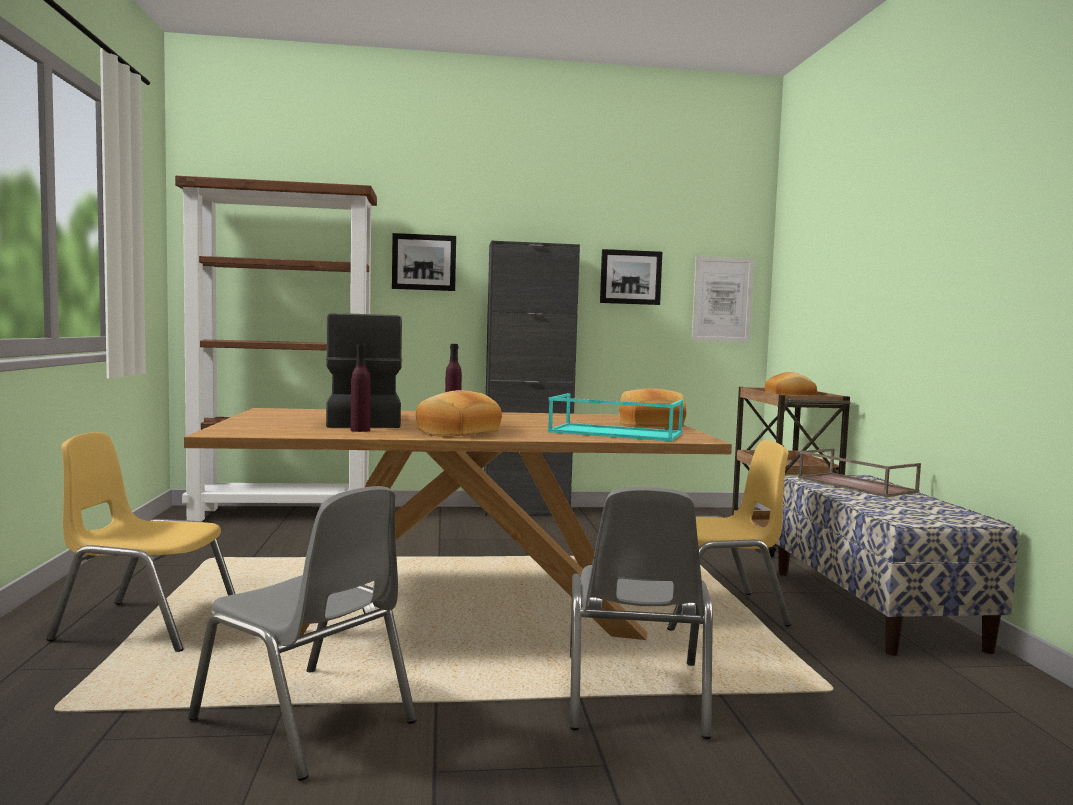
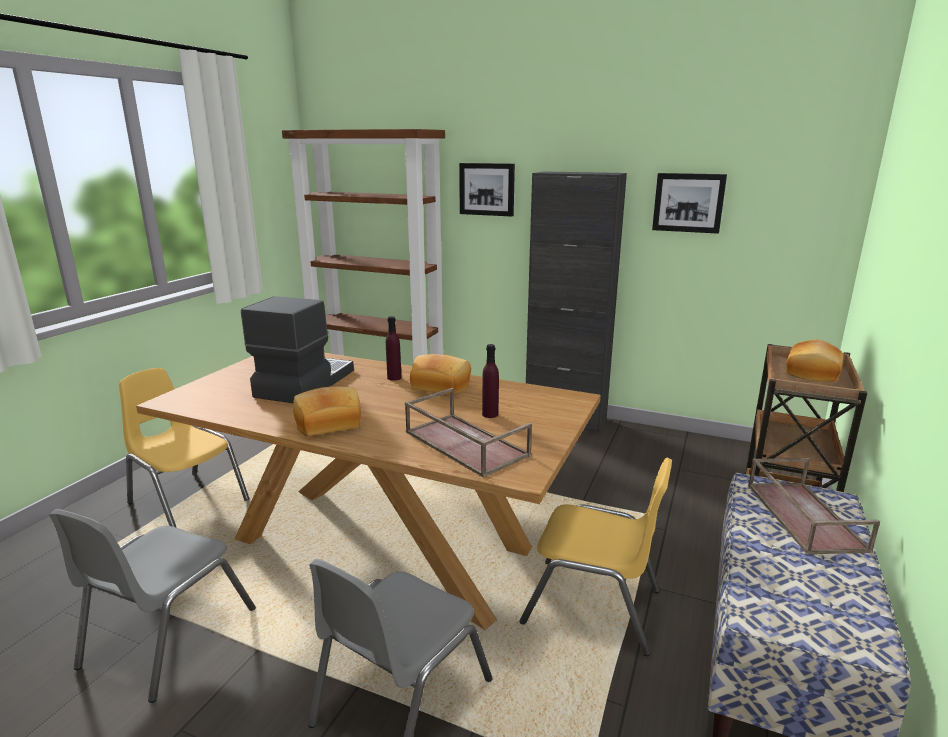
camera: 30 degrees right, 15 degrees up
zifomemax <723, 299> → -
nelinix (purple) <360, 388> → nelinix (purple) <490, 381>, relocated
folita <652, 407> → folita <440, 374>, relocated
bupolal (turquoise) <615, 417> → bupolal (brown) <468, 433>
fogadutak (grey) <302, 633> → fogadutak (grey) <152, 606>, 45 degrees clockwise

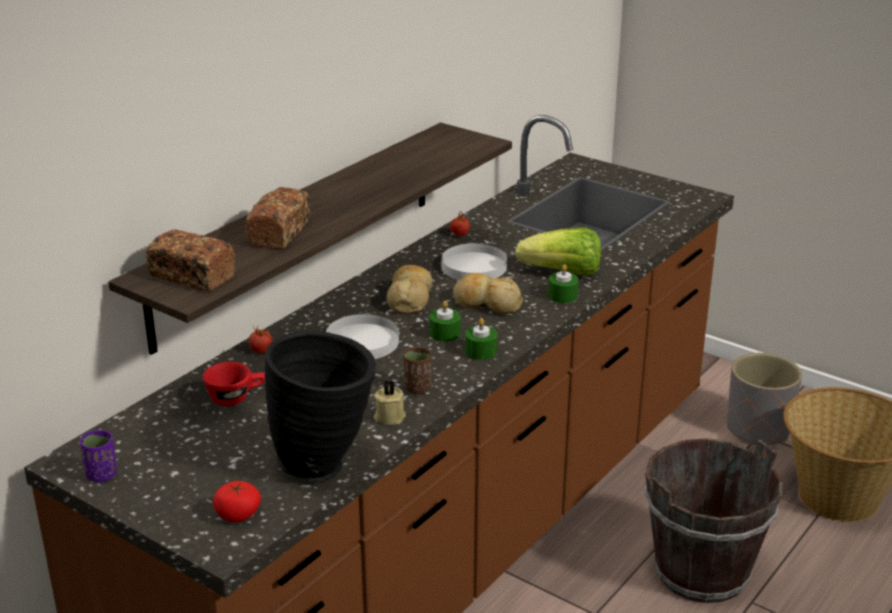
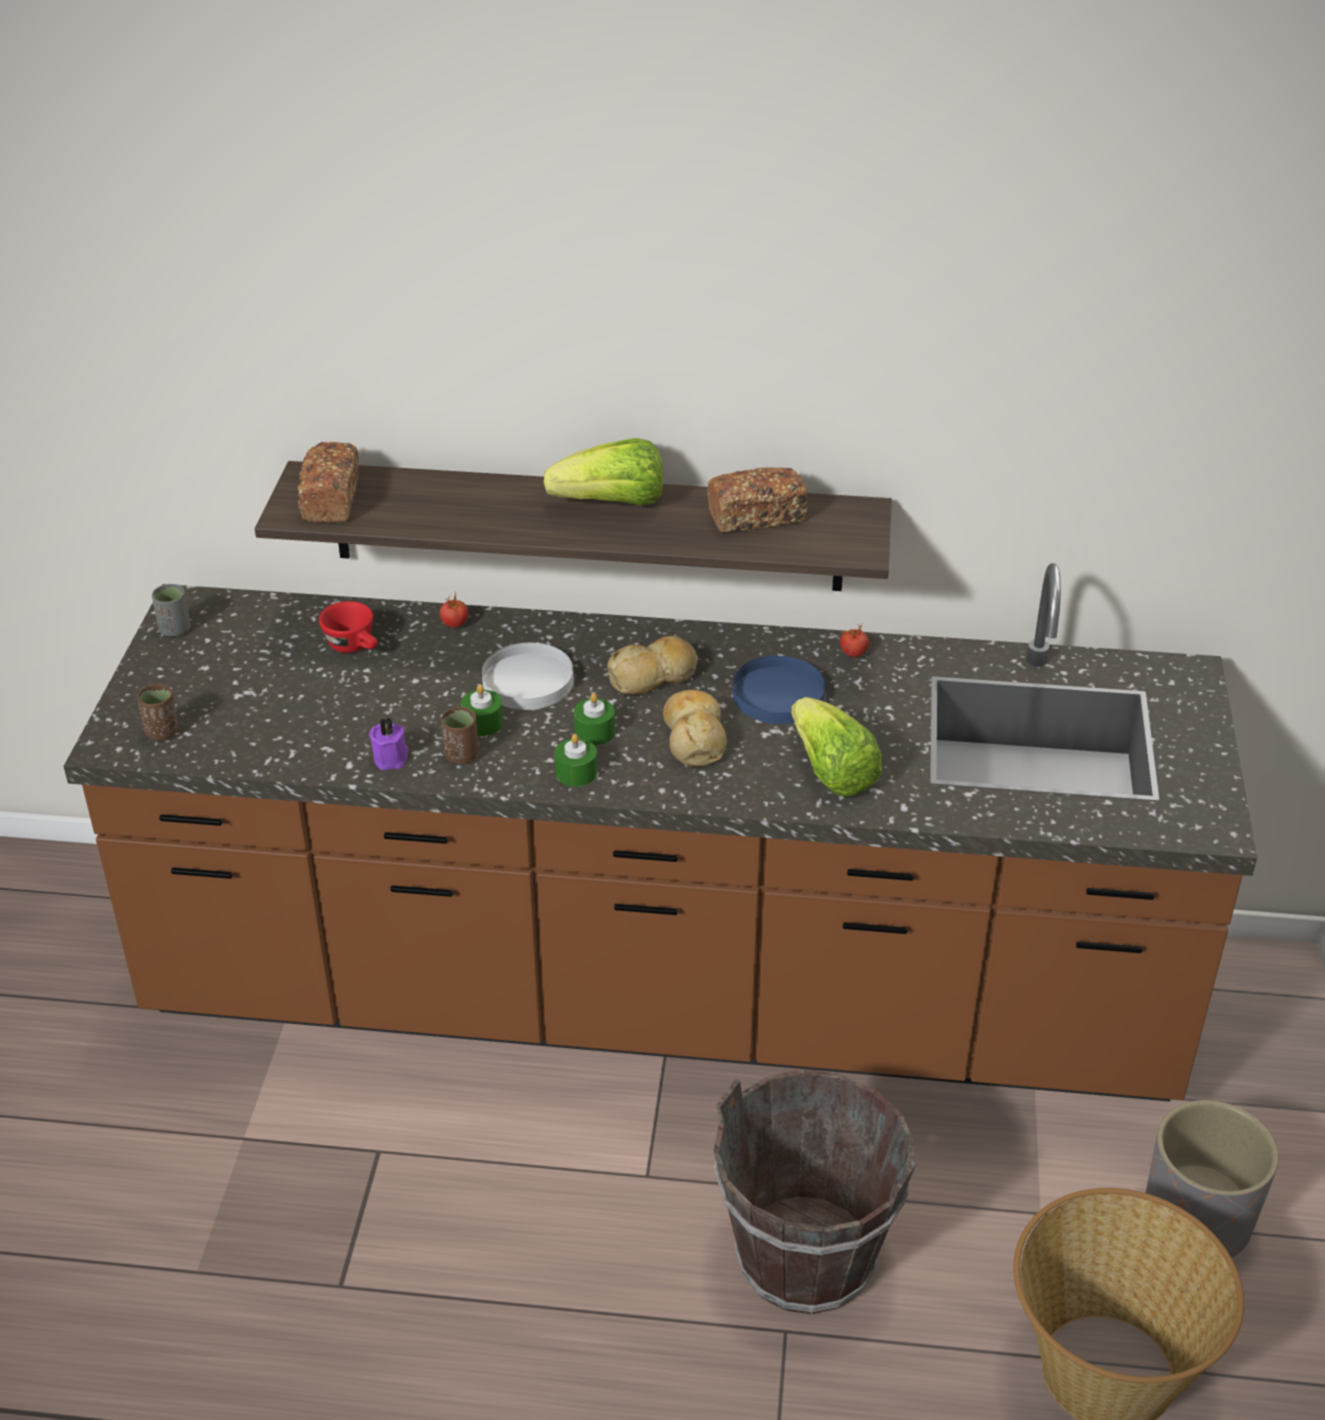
camera: 60 degrees right, 10 degrees up
folita <277, 218> → folita <757, 500>, relocated
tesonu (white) <474, 261> → tesonu (blue) <779, 690>
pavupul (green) <563, 283> → pavupul (green) <482, 710>, relocated
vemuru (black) <320, 405> → -
pavupul (beige) <390, 402> → pavupul (purple) <389, 743>
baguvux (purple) <98, 456> → baguvux (grey) <171, 610>
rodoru <237, 501> → baguvux (brown) <157, 712>
- → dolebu <603, 472>

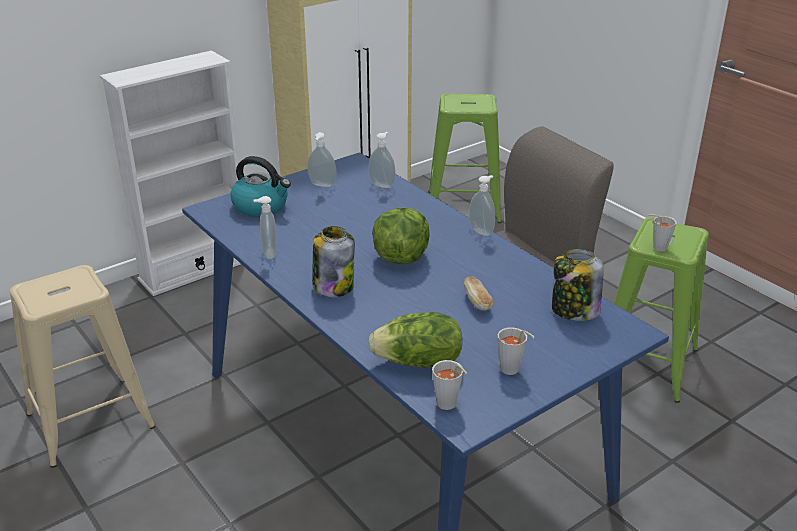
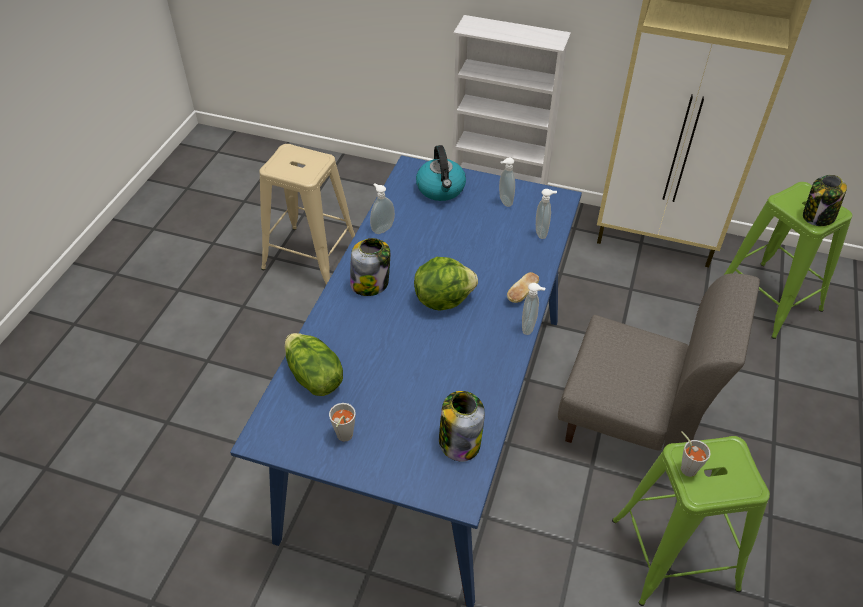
camera: 55 degrees right, 15 degrees up
folita <478, 293> → folita <523, 287>, relocated
baguvux (grey) <449, 385> → -
- → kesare <825, 200>

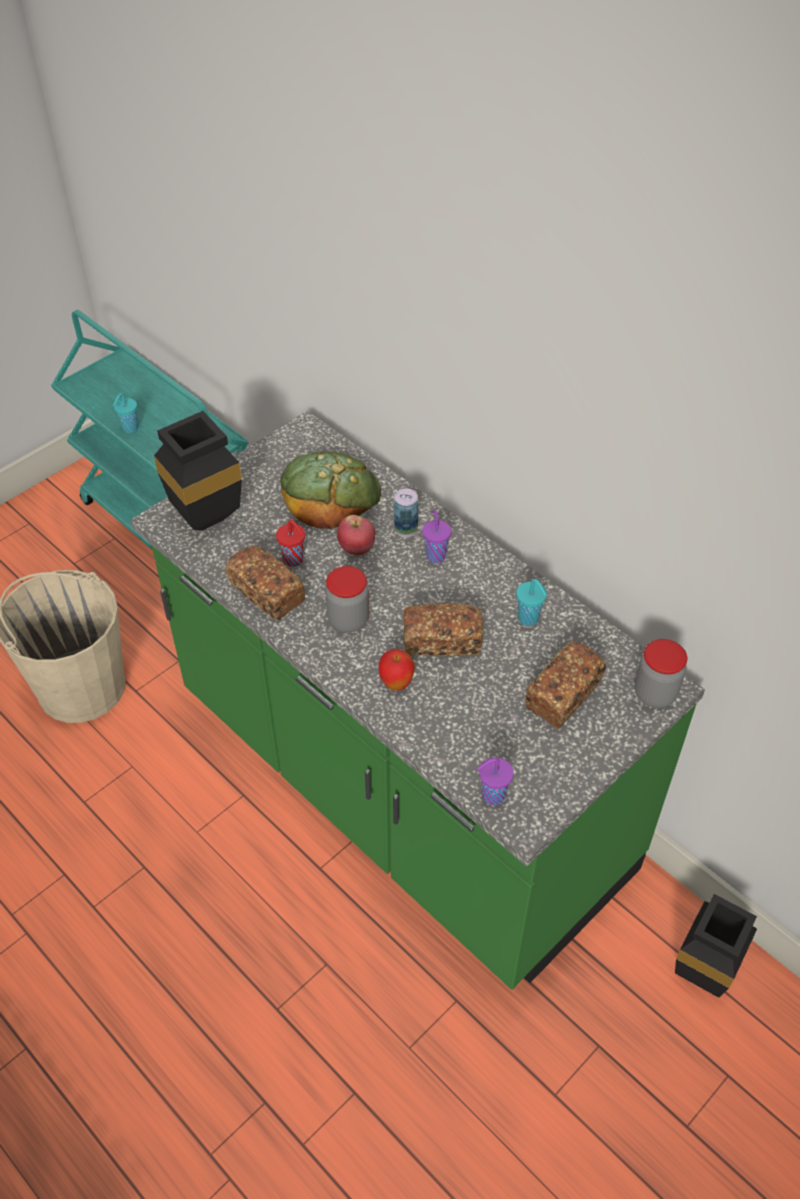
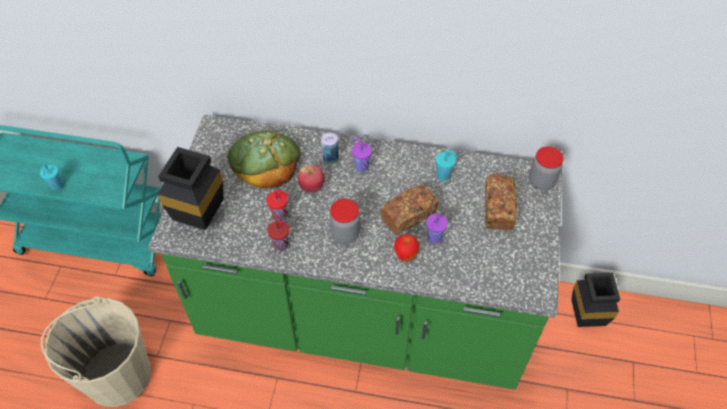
camera: 35 degrees left, 5 degrees up
folita <265, 582> → baguvux (red) <278, 235>
baguvux (purple) <495, 781> → baguvux (purple) <437, 229>, relocated

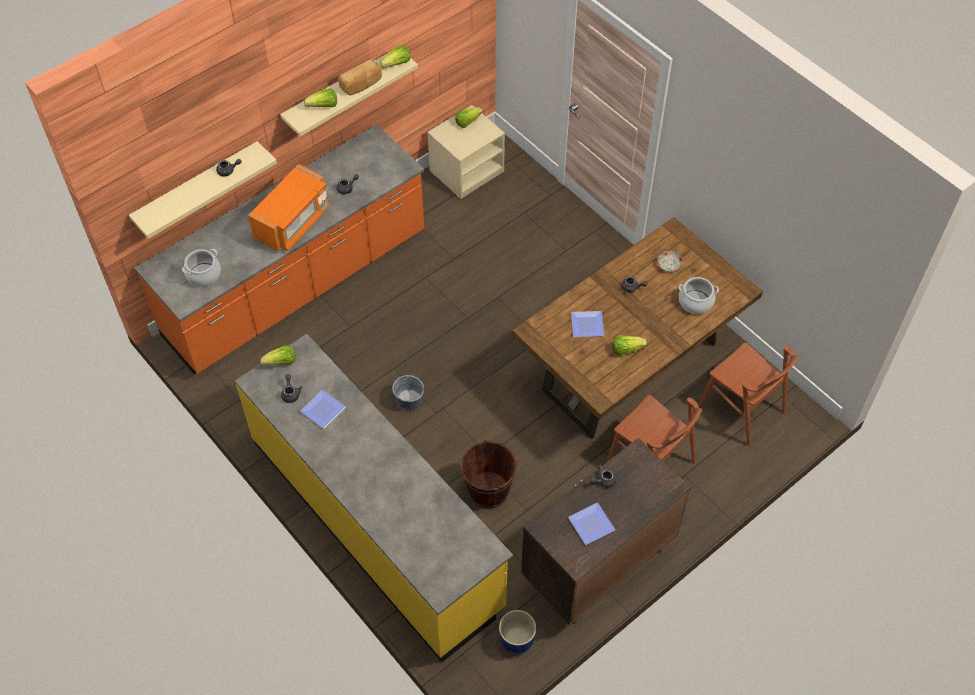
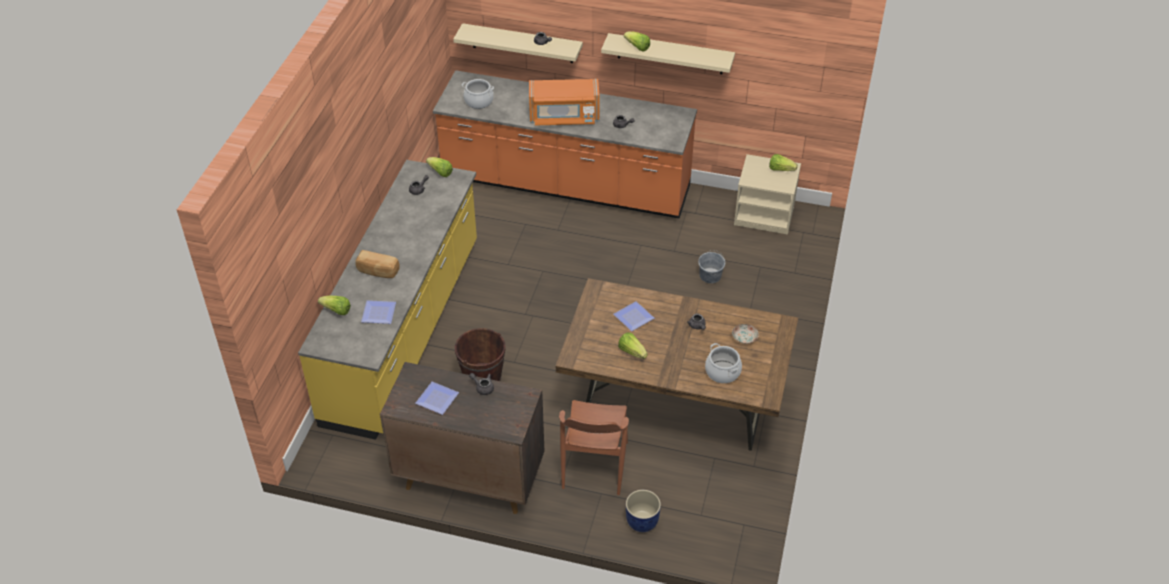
camera: 55 degrees right, 10 degrees down
dolebu <395, 56> → dolebu <334, 305>, relocated
folita <360, 77> → folita <377, 264>, relocated
fogadutak (brown) <749, 394> → -
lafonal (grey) <408, 392> → lafonal (grey) <711, 266>, relocated
tesonu <323, 409> → tesonu <378, 312>, relocated
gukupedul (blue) <517, 632> → gukupedul (blue) <643, 511>, relocated

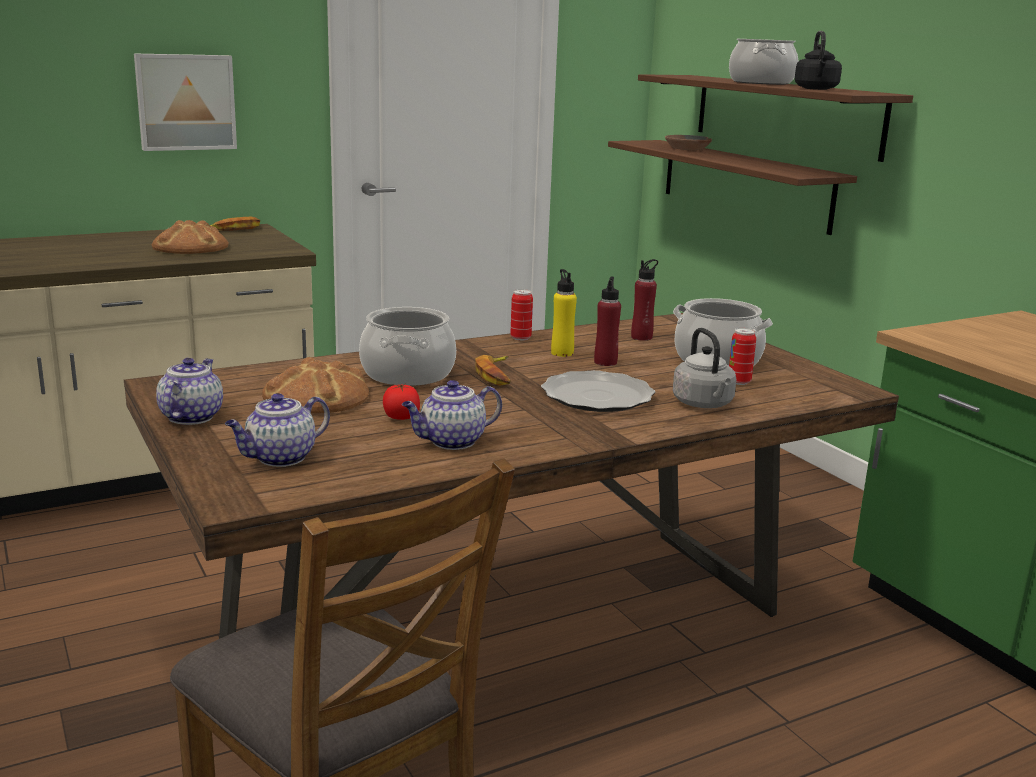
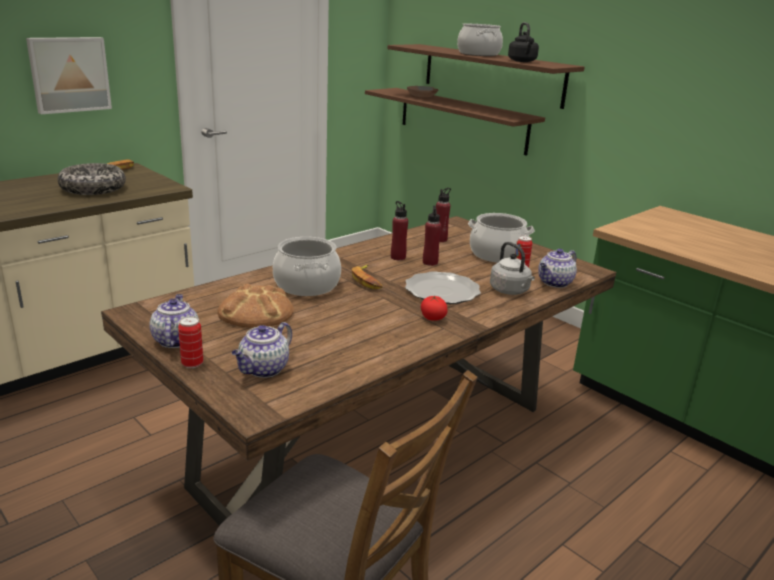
camera: 15 degrees left, 5 degrees up
folita <190, 237> → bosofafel <92, 179>
nelinix (yellow) <564, 313> → nelinix (red) <399, 230>
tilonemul <521, 315> → tilonemul <190, 342>, relocated
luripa <452, 415> → luripa <557, 268>, relocated
rodoru <401, 402> → rodoru <434, 308>, relocated

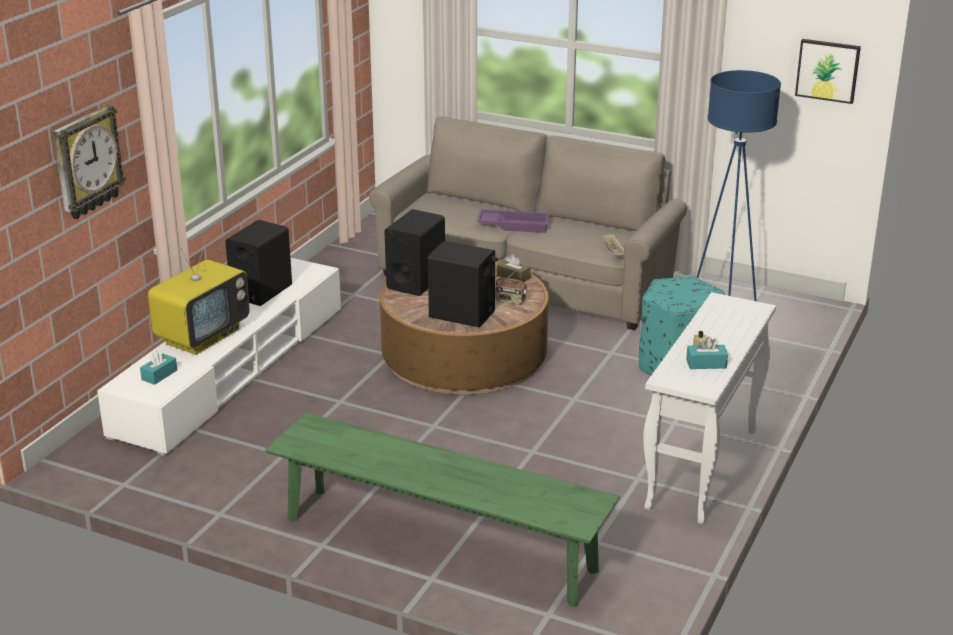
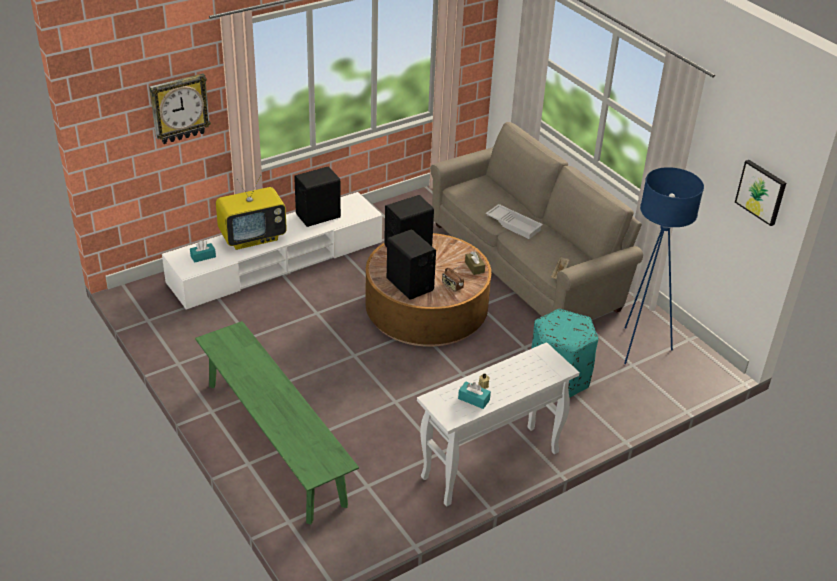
camera: 30 degrees right, 10 degrees up
bupolal (purple) <513, 221> → bupolal (white) <514, 221>

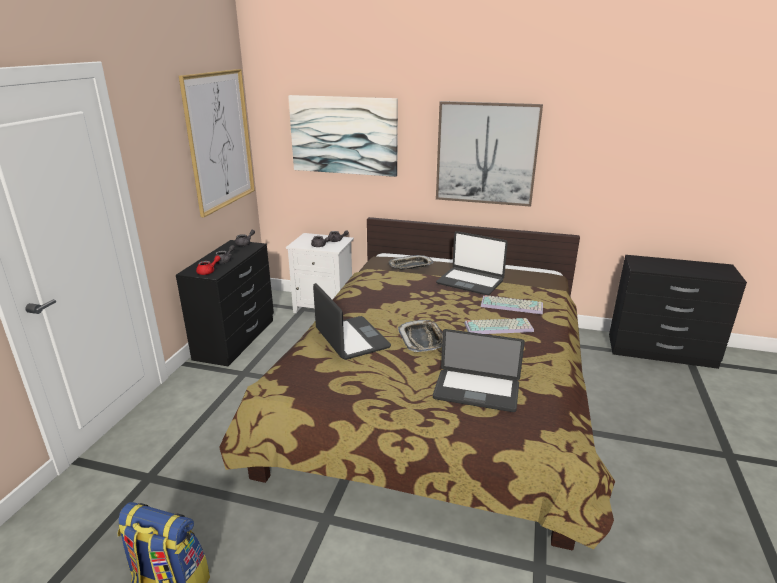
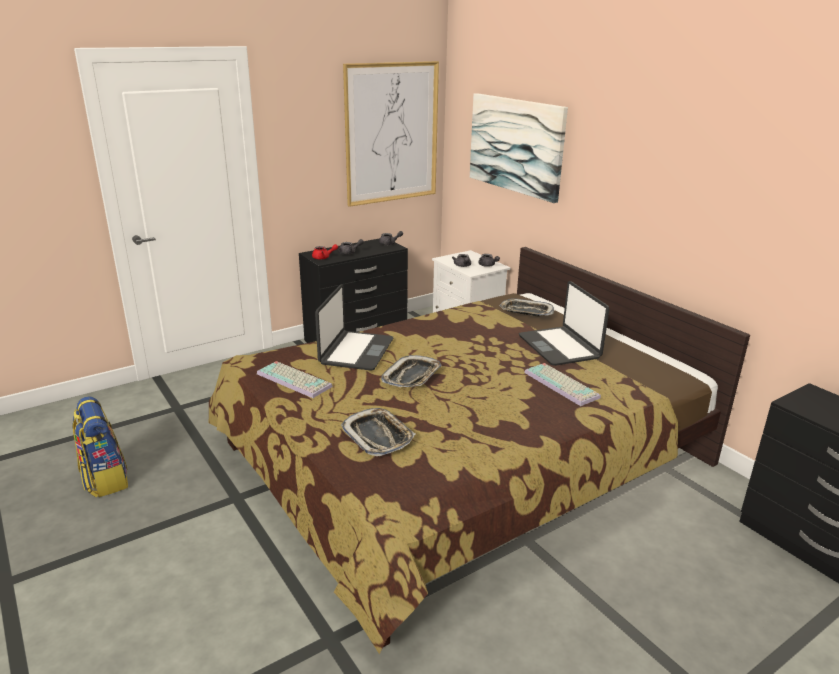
camera: 40 degrees right, 0 degrees up
zifomemax <489, 154> → -
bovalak <499, 326> → bovalak <295, 379>, relocated
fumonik <479, 370> → bupolal <378, 432>

